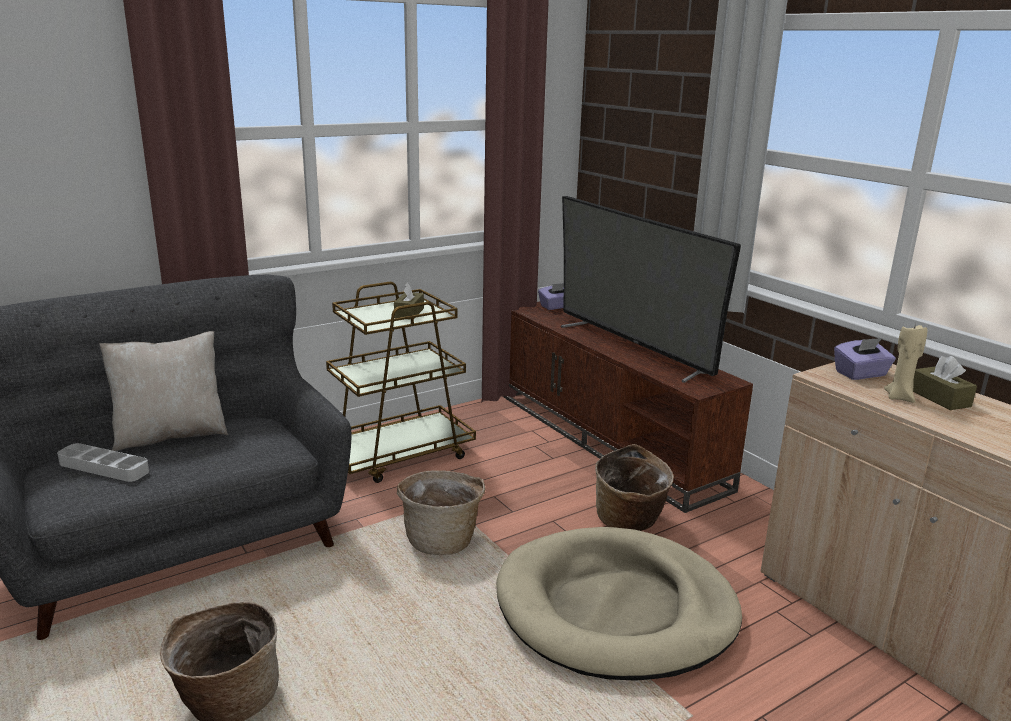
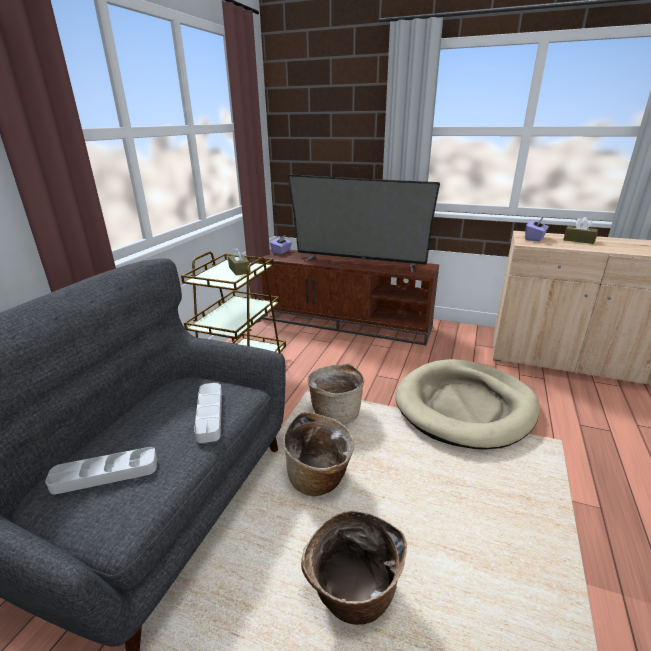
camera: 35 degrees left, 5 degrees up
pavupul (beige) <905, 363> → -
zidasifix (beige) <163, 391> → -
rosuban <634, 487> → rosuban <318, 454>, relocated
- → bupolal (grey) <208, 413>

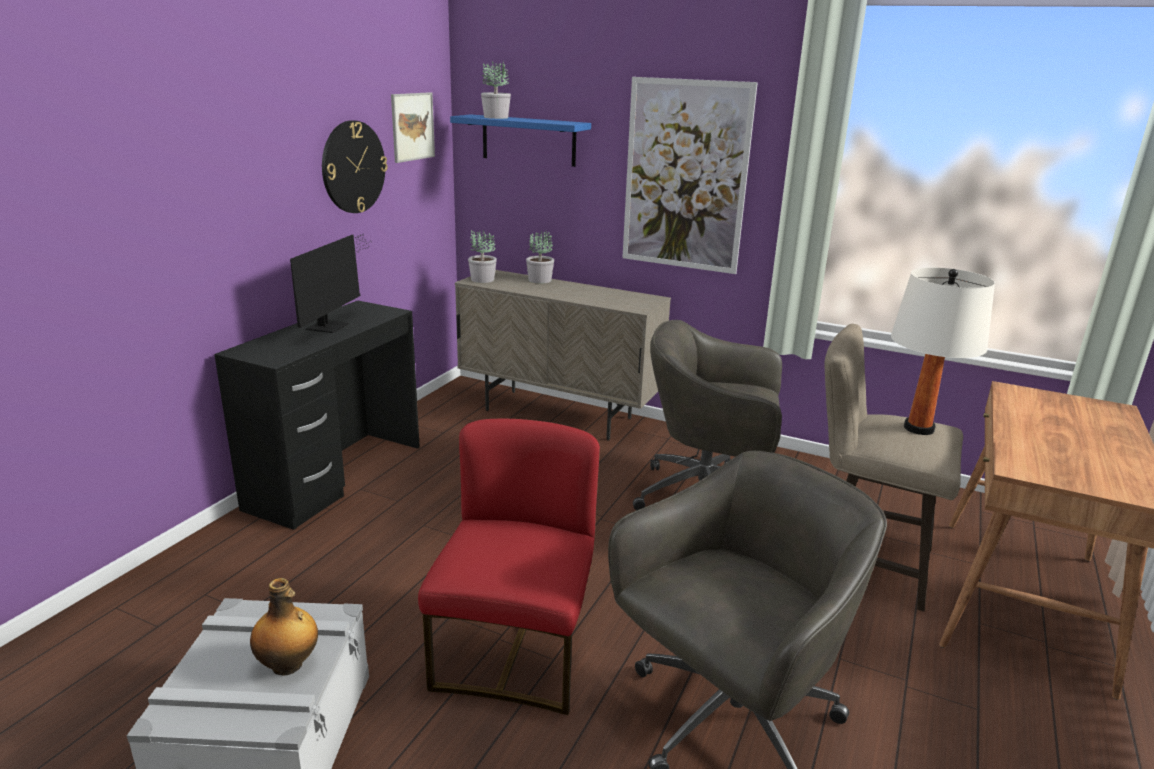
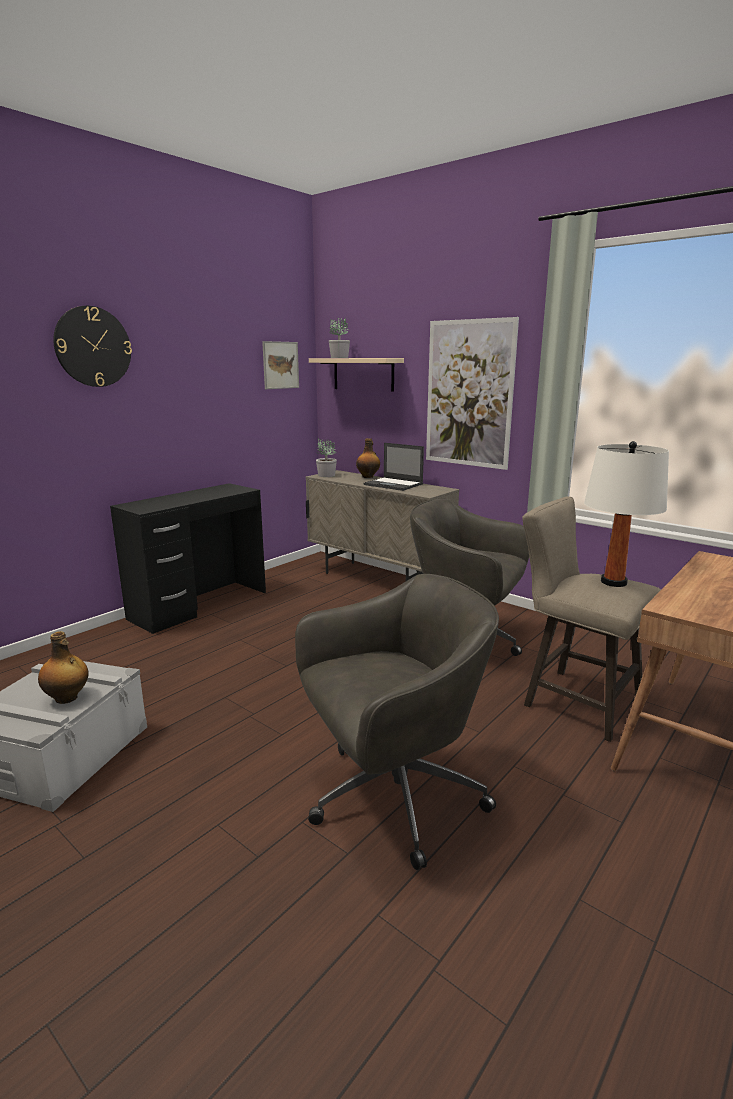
camera: 15 degrees right, 5 degrees down
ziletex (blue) <520, 140> → ziletex (beige) <356, 375>
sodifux <354, 166> → sodifux <92, 346>, relocated
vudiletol <540, 257> → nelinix <368, 458>
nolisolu <330, 283> → -
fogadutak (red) <509, 567> → -
- → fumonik <394, 467>

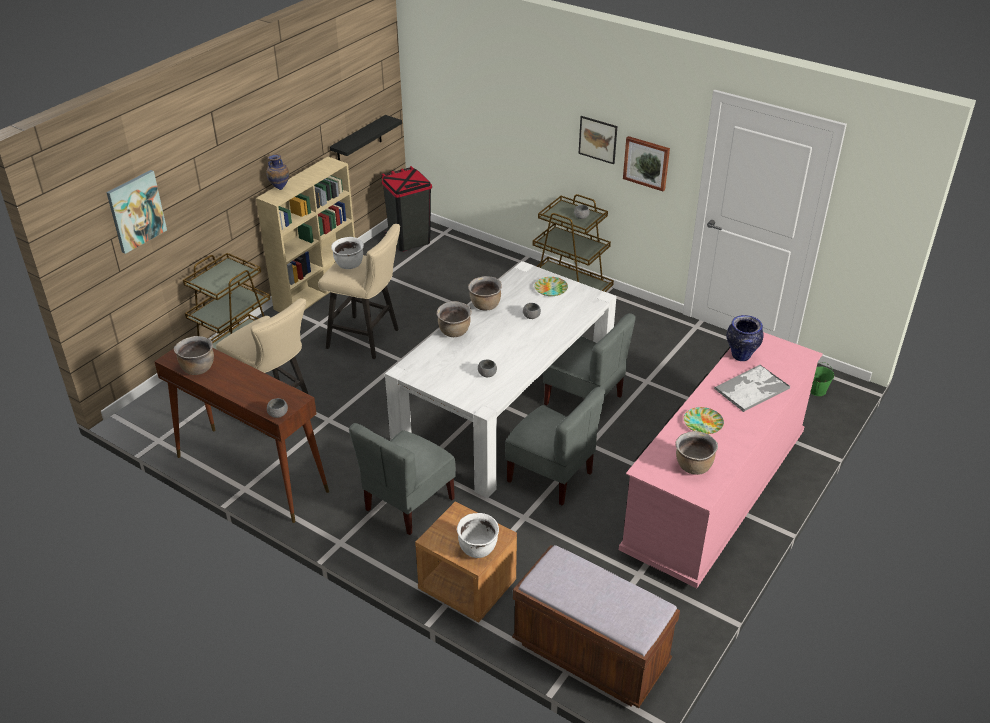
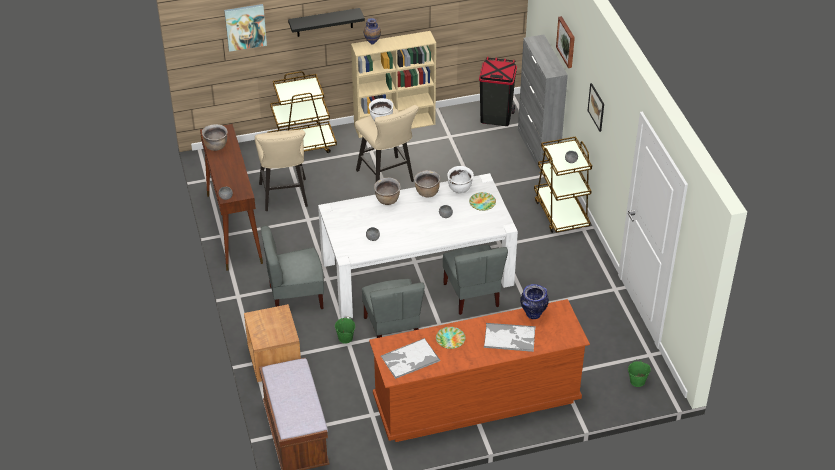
camera: 40 degrees right, 5 degrees up
ziletex (black) <366, 138> → ziletex (black) <326, 22>, relocated
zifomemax <646, 163> → zifomemax <565, 42>, relocated
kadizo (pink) <721, 460> → kadizo (brown) <479, 370>
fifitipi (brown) <696, 453> → bupolal <410, 358>
fifitipi (white) <478, 535> → fifitipi (white) <460, 179>, relocated
- → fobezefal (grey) <543, 102>
- → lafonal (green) <345, 330>

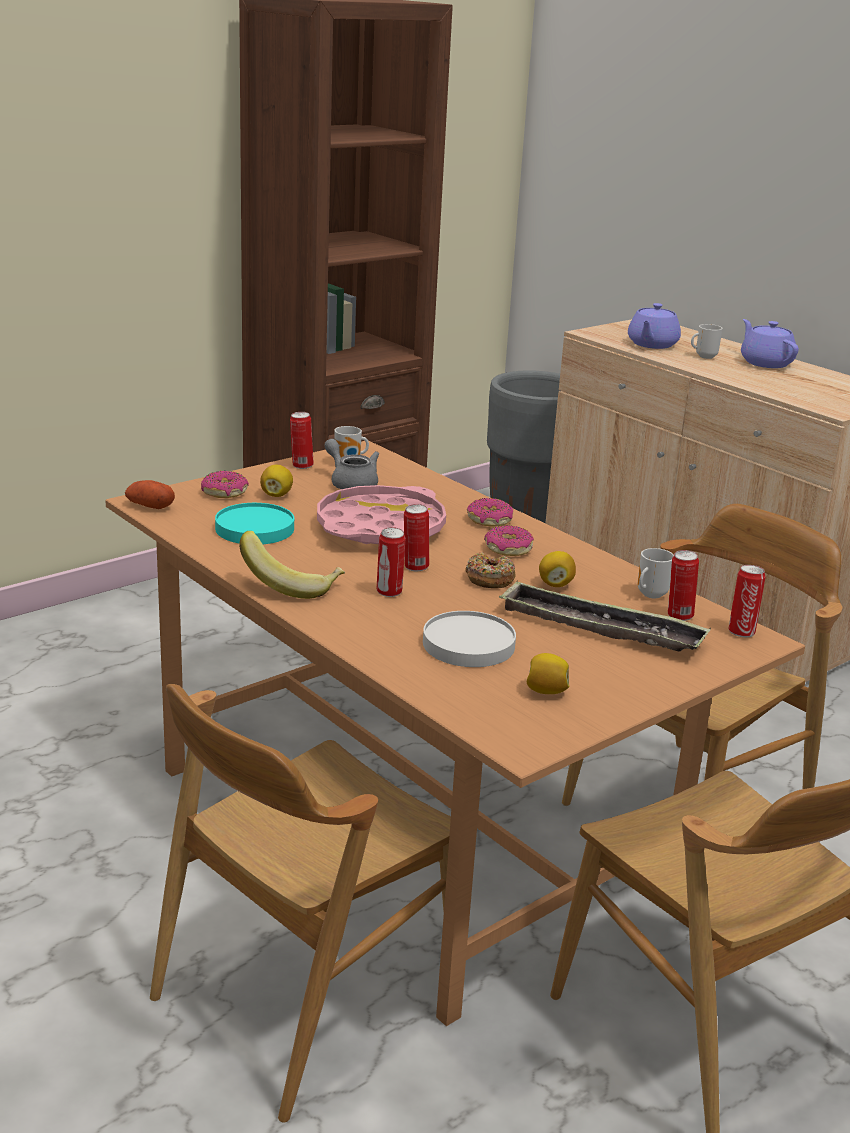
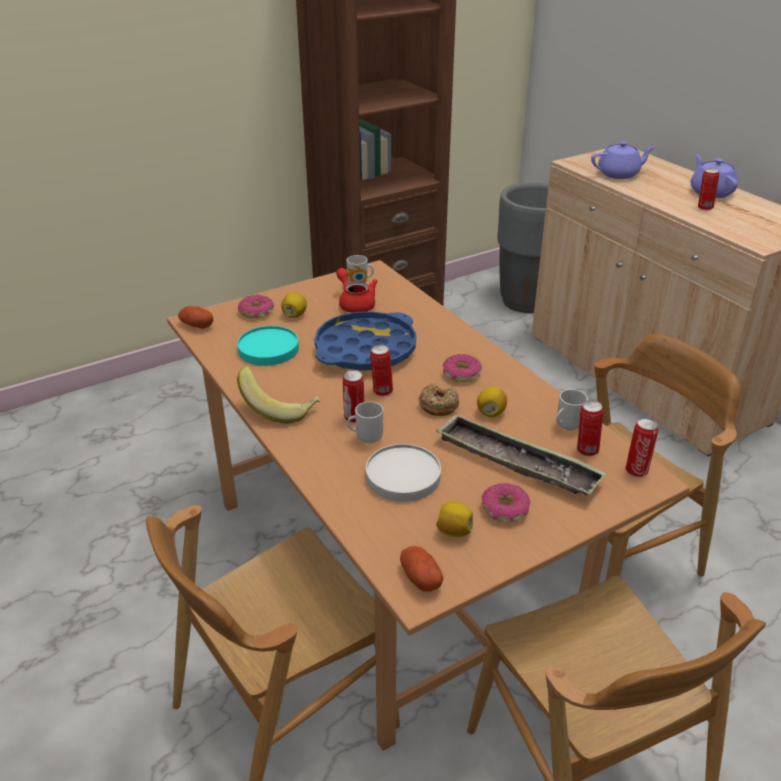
camera: 10 degrees right, 10 degrees up
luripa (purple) <654, 326> → luripa (purple) <623, 160>, 135 degrees counterclockwise
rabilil <707, 341> → rabilil <365, 422>, relocated
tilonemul <302, 440> → tilonemul <708, 189>, relocated
luripa (grey) <352, 464> → luripa (red) <356, 290>
bupolal (pink) <381, 514> → bupolal (blue) <365, 341>
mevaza <490, 512> → mevaza <506, 502>, relocated
- → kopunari <421, 569>

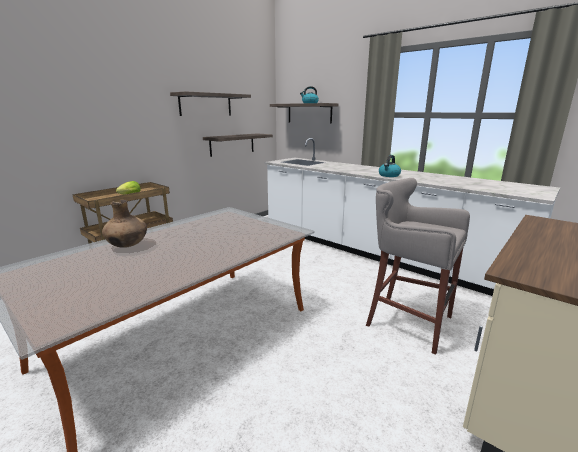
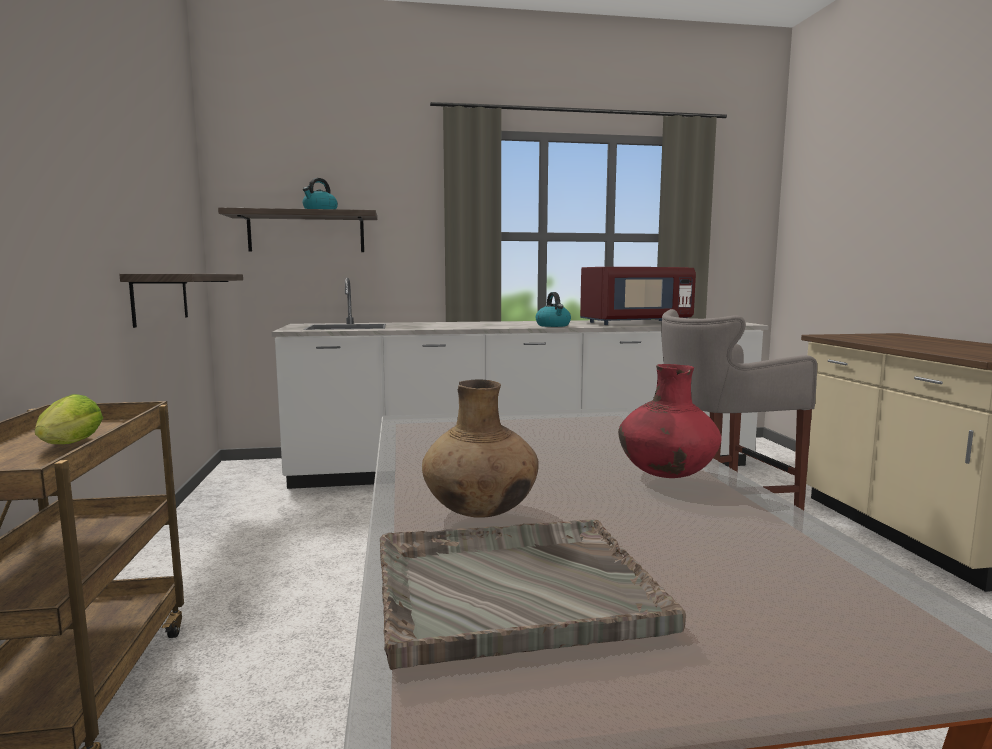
camera: 50 degrees left, 10 degrees down
ziletex <210, 103> → -
- → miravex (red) <638, 296>
- → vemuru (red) <670, 421>
- → bupolal (grey) <533, 595>

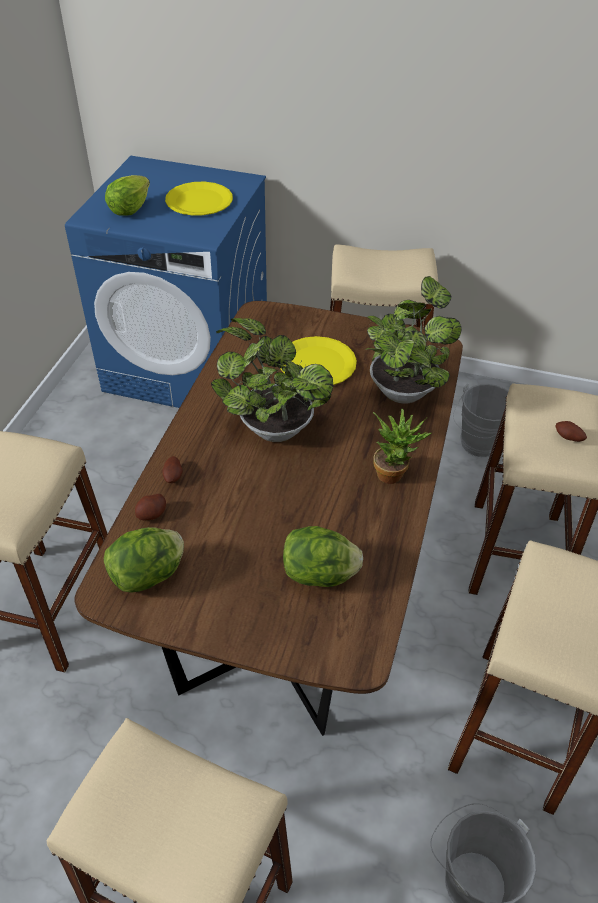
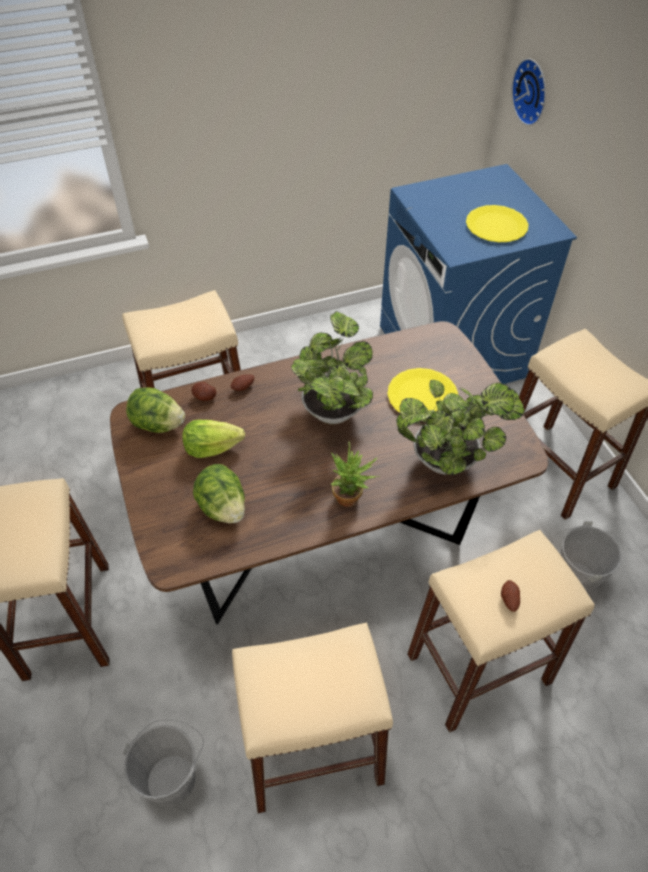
camera: 55 degrees right, 5 degrees up
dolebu <127, 195> → dolebu <213, 439>, relocated
- → sodifux <528, 92>

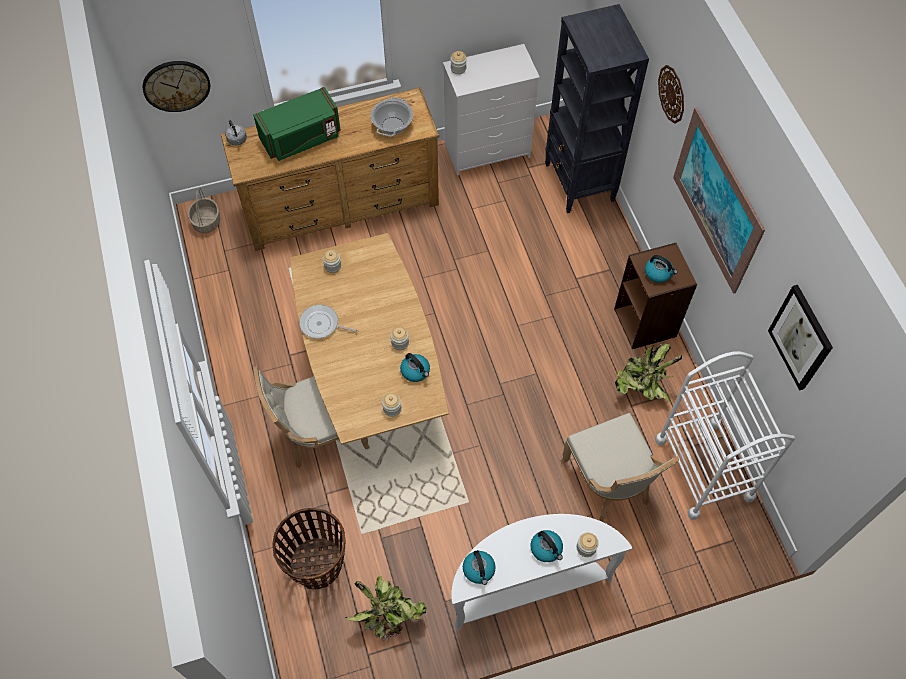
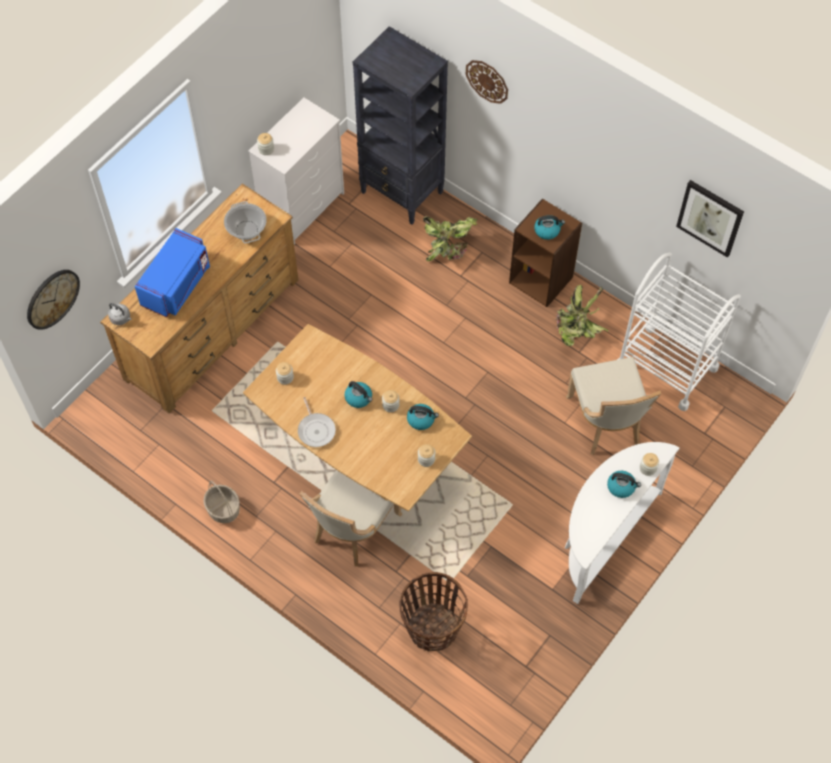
camera: 35 degrees left, 0 degrees up
miravex (green) <297, 124> → miravex (blue) <172, 272>
zifomemax <719, 200> → -
rosuban <204, 211> → rosuban <221, 502>, relocated
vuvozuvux <329, 321> → vuvozuvux <317, 422>, 90 degrees counterclockwise
fogadutak (beige) <619, 467> → fogadutak (beige) <613, 406>, 45 degrees clockwise
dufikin <479, 567> → dufikin <358, 394>, relocated
vudiletol <386, 608> → vudiletol <450, 238>, relocated

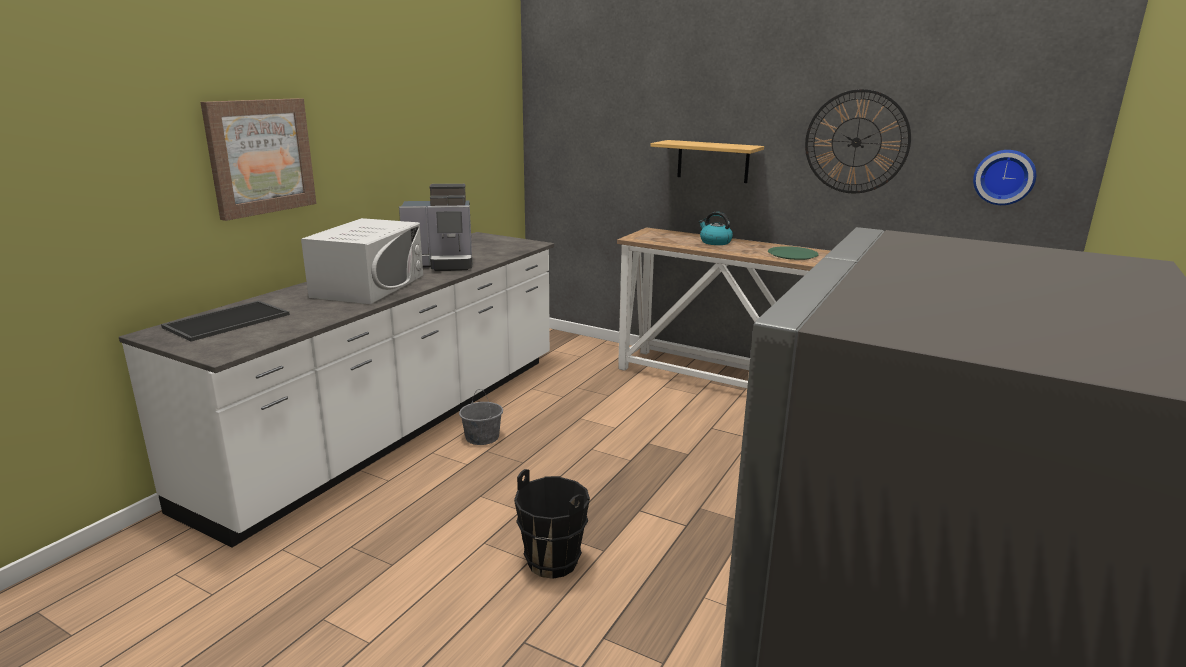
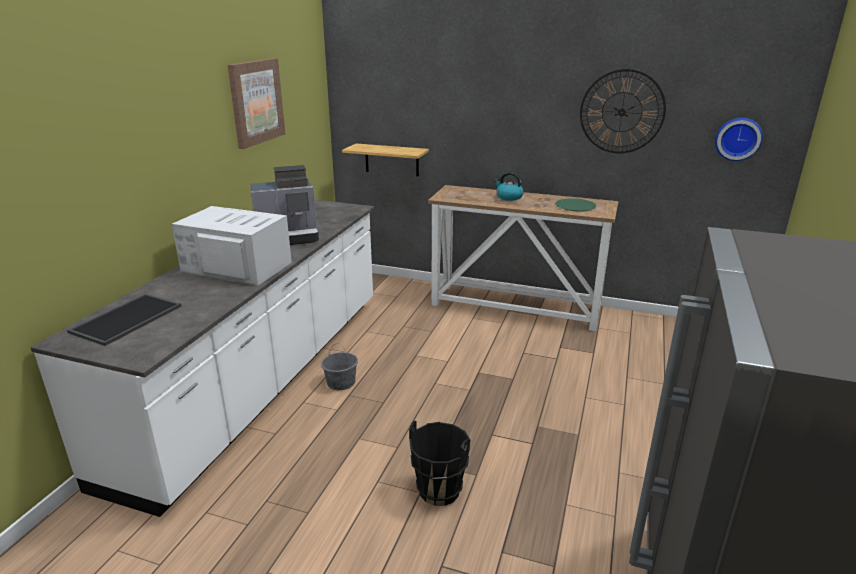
camera: 10 degrees left, 5 degrees up
zifomemax <258, 159> → zifomemax <256, 103>, relocated
ziletex <707, 161> → ziletex <385, 160>, relocated
miravex (white) <362, 261> → miravex (white) <232, 246>, 75 degrees counterclockwise

